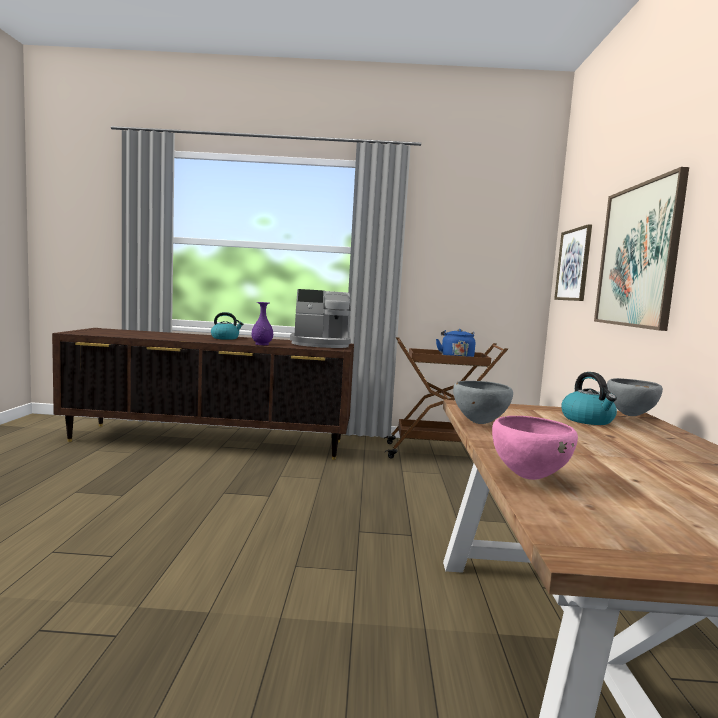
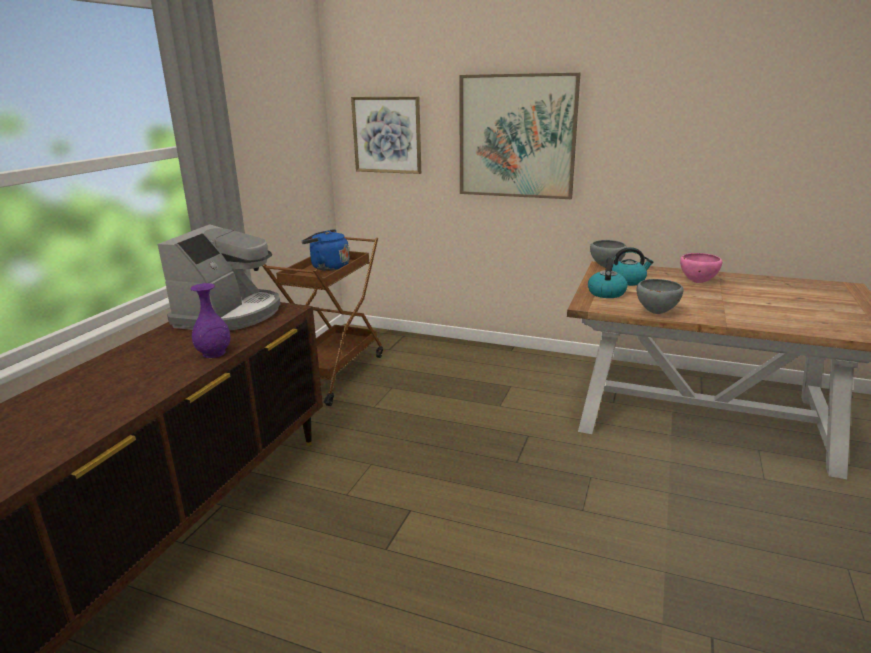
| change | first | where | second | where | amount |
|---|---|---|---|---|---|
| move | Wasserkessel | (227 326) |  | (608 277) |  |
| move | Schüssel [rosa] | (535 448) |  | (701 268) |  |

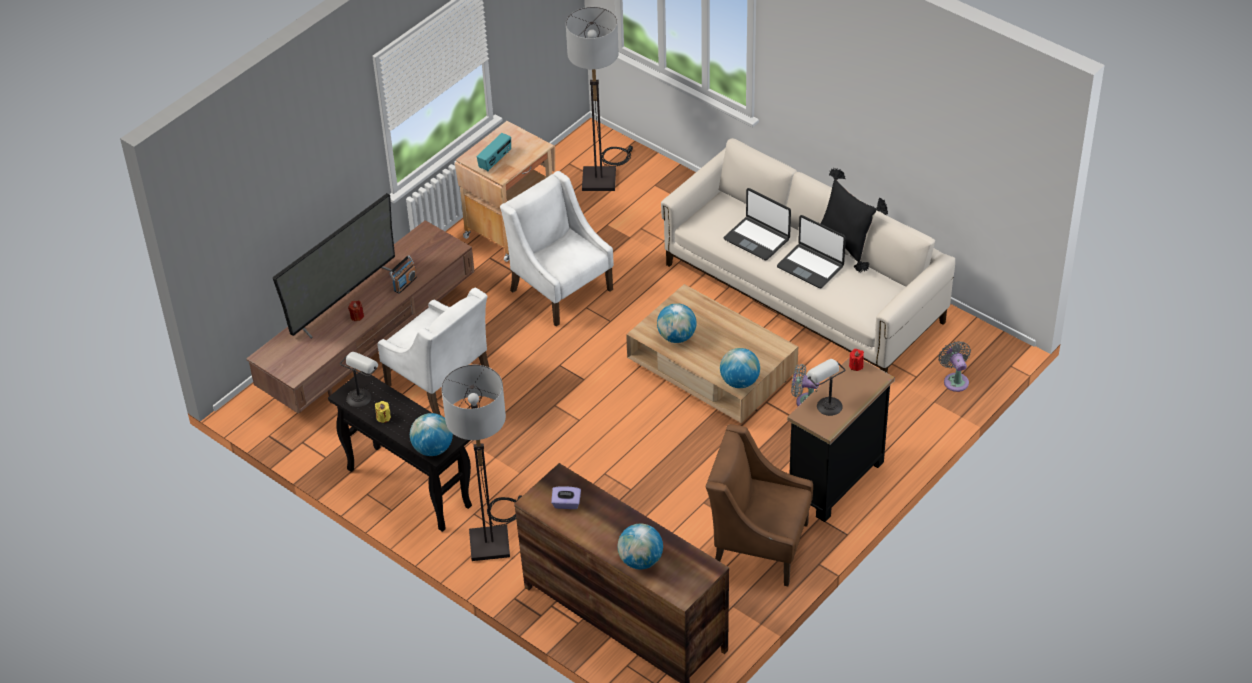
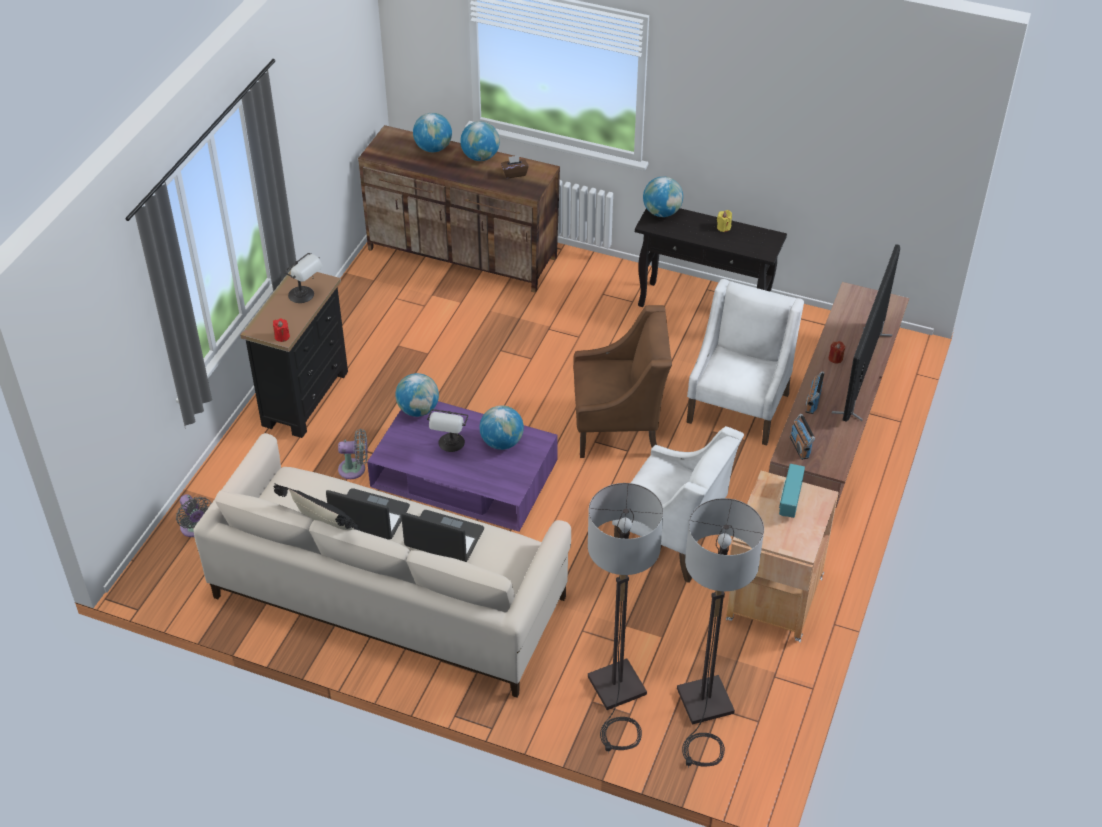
| change | first | where | second | where | amount |
|---|---|---|---|---|---|
| move | Tischlampe | (359 379) |  | (447 430) |  |
| rotate | Sessel [weiß] | (433 351) |  | (745 362) | 90 degrees clockwise |
| move | Stehlampe | (481 463) |  | (625 618) |  |
| recolor | Taschentuchbox [lila] | (566 497) | Taschentuchbox [braun] | (515 167) |  |
| recolor | Couchtisch [braun] | (712 353) | Couchtisch [lila] | (462 466) |  |
| move | Sessel [braun] | (759 505) |  | (622 381) |  |
| insert |  |  | Globus | (480 141) |  |
| insert |  |  | Radio | (802 437) |  |

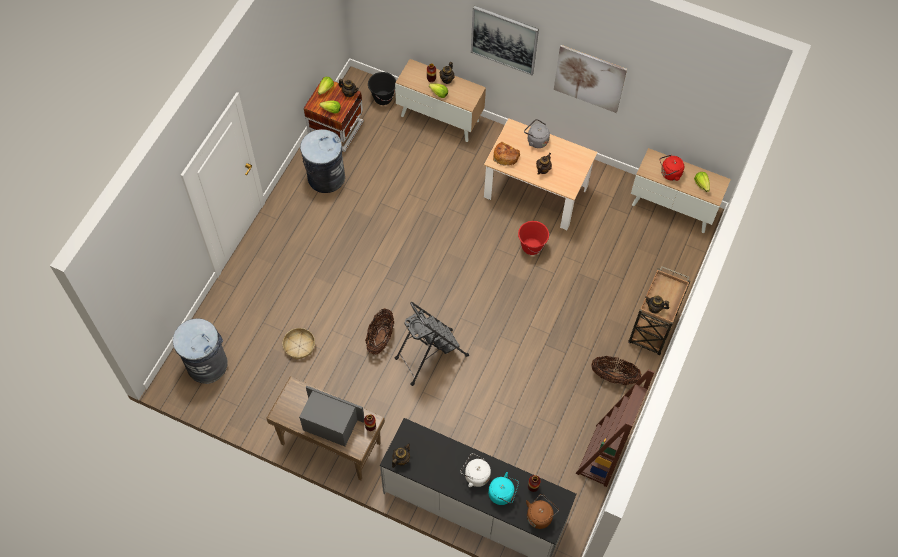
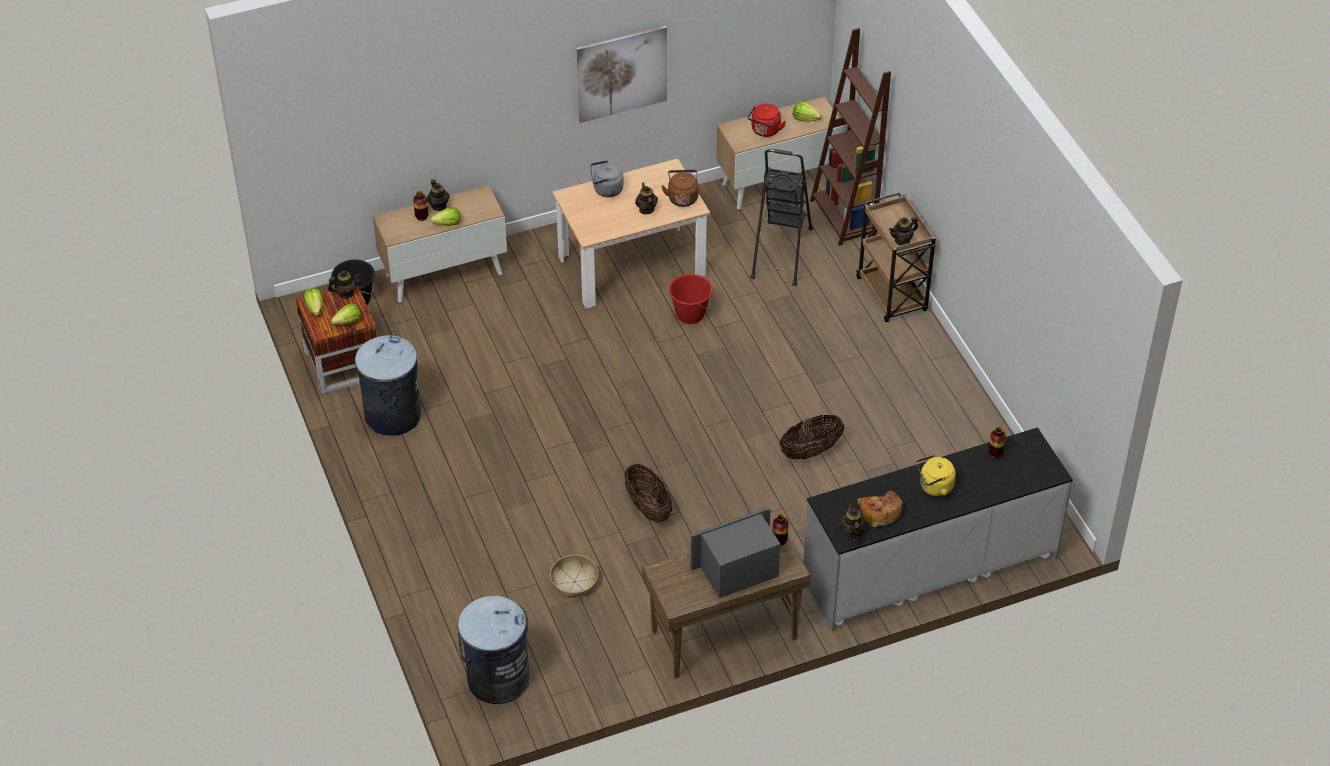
| change | first | where | second | where | amount |
|---|---|---|---|---|---|
| move | Trittleiter | (432 344) |  | (781 217) |  |
| recolor | Wasserkessel [weiß] | (475 470) | Wasserkessel [gelb] | (936 475) |  |
| delete | Bild | (505 40) |  |  |  |
| delete | Wasserkessel [türkis] | (503 488) |  |  |  |
| move | Brot | (506 154) |  | (880 509) |  |
| move | Wasserkessel [braun] | (542 511) |  | (680 188) |  |
| move | Bücherregal [braun] | (615 428) |  | (850 137) |  |
| move | Korb | (616 370) |  | (812 437) |  |

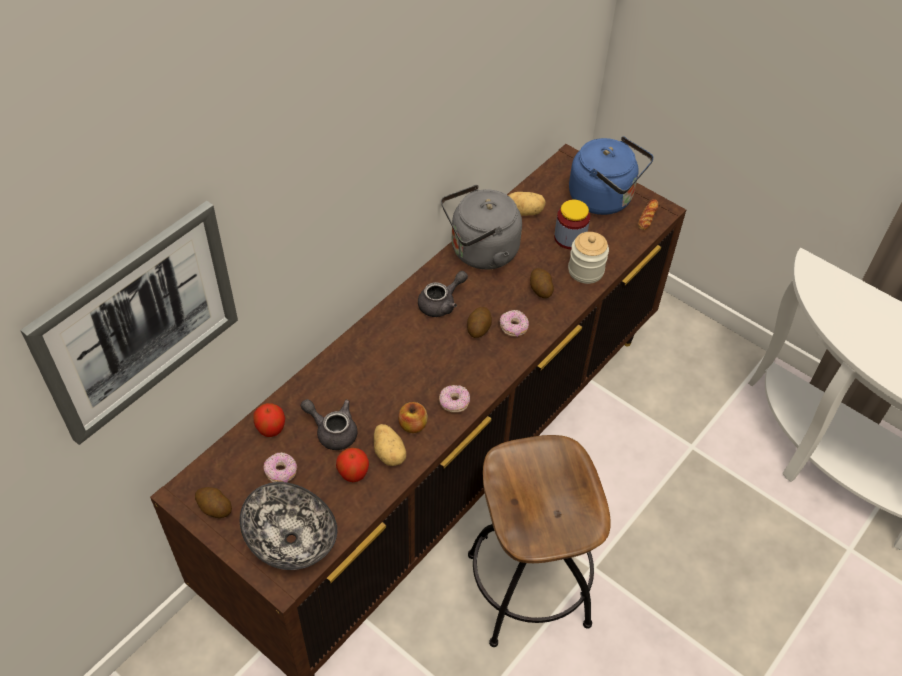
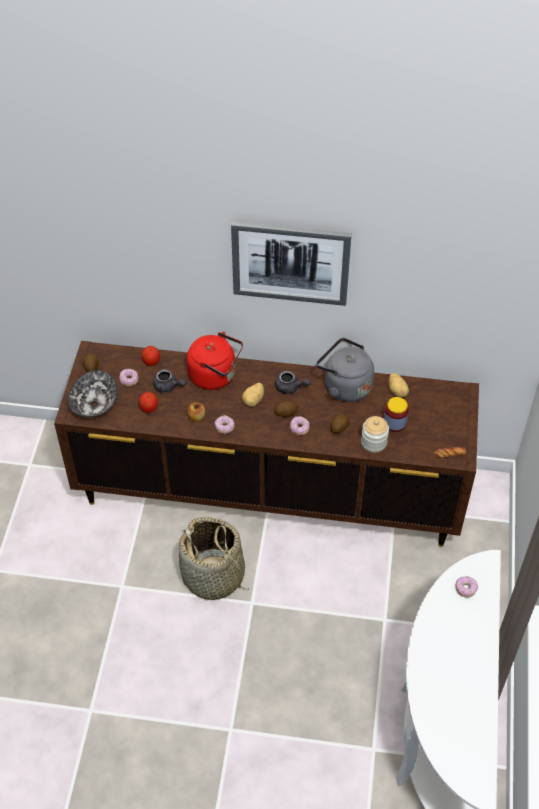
| change | first | where | second | where | amount |
|---|---|---|---|---|---|
| move | Bild | (129 323) |  | (291 264) |  |
| rotate | Teekanne [grau] | (329 424) |  | (169 381) | 120 degrees clockwise |
| move | Kartoffel | (390 445) |  | (253 395) |  |
| replace | Hocker [braun] | (539 541) | Korb | (213 558) |  |
| delete | Wasserkessel [blau] | (611 175) |  |  |  |
| insert |  |  | Wasserkessel [rot] | (215 361) |  |
| insert |  |  | Donut | (466 586) |  |

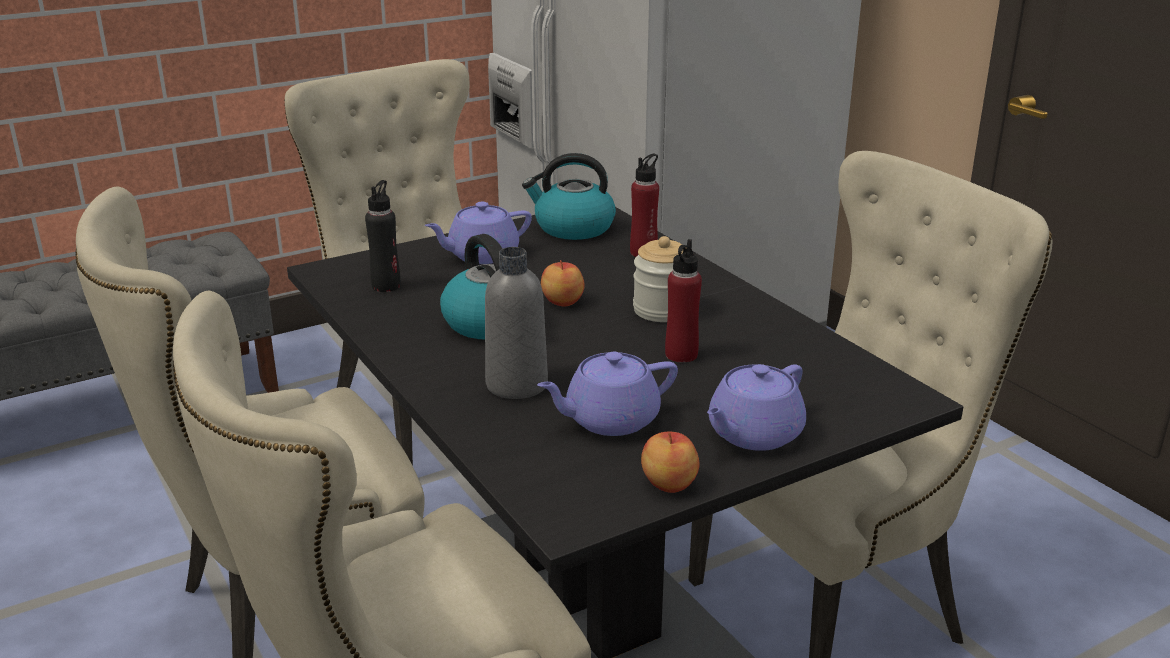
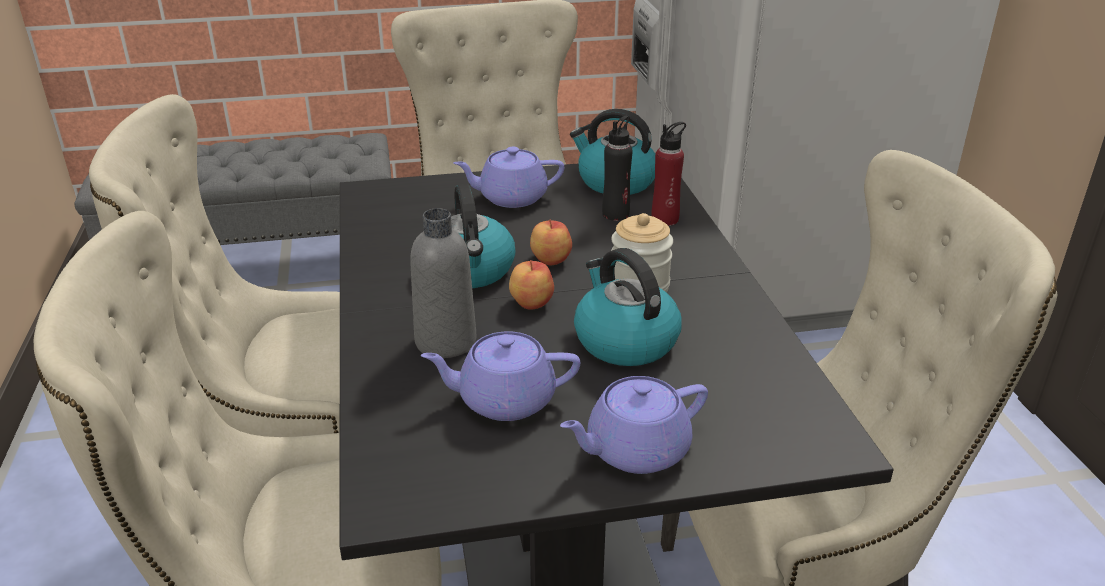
| change | first | where | second | where | amount |
|---|---|---|---|---|---|
| move | Flasche [schwarz] | (383 236) |  | (617 168) |  |
| move | Apfel | (670 462) |  | (531 285) |  |
| replace | Flasche [rot] | (683 301) | Wasserkessel | (627 307) |  |

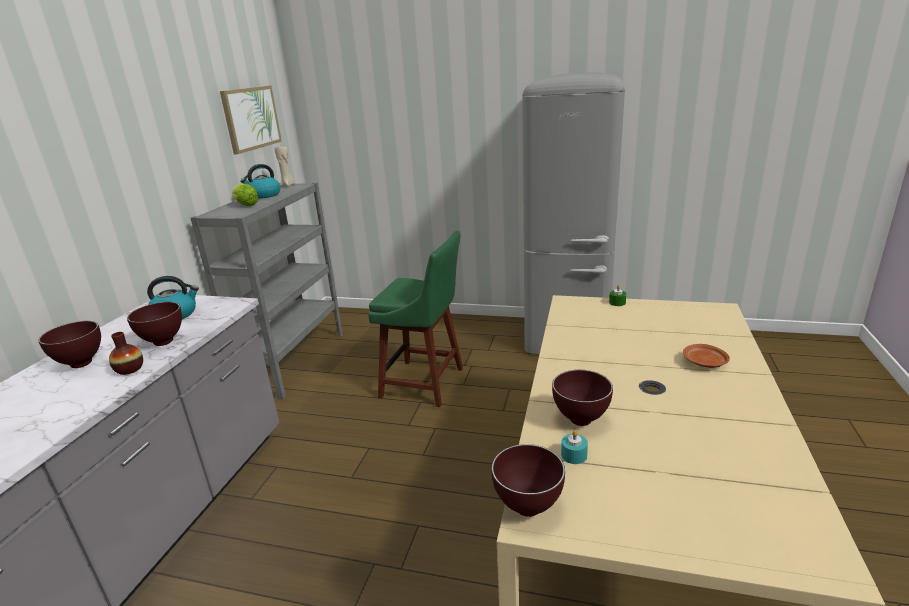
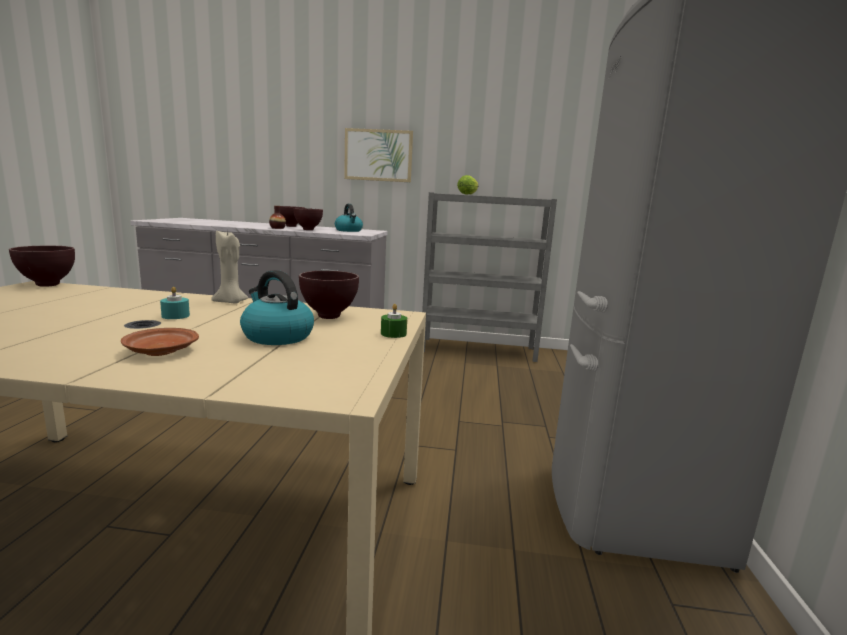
| change | first | where | second | where | amount |
|---|---|---|---|---|---|
| move | Bild | (251 119) |  | (378 155) |  |
| move | Wasserkessel | (260 181) |  | (277 307) |  |
| move | Kerze [beige] | (284 166) |  | (229 266) |  |
| delete | Stuhl [grün] | (416 319) |  |  |  |
| move | Schüssel [braun] | (582 398) |  | (329 295) |  |
| move | Kerze [türkis] | (574 447) |  | (175 303) |  |

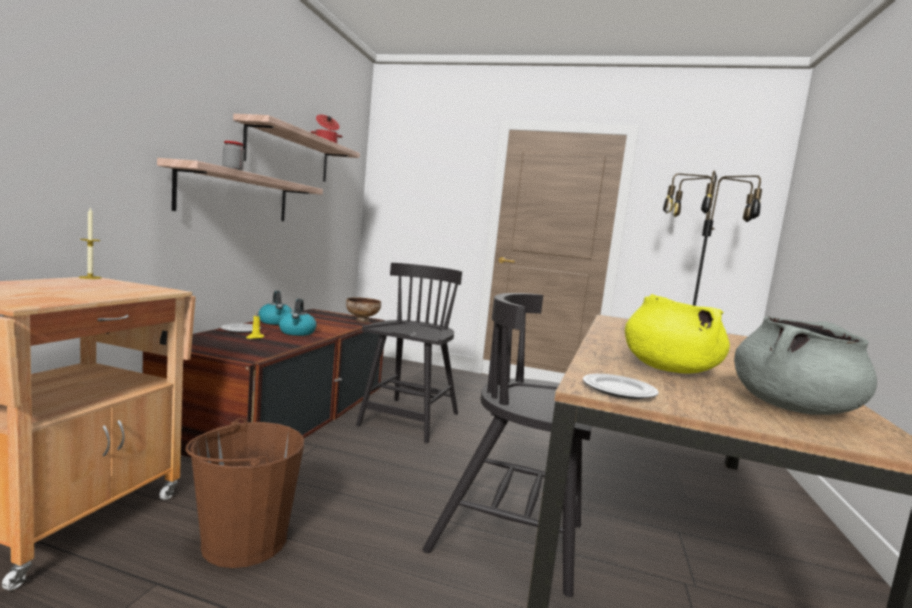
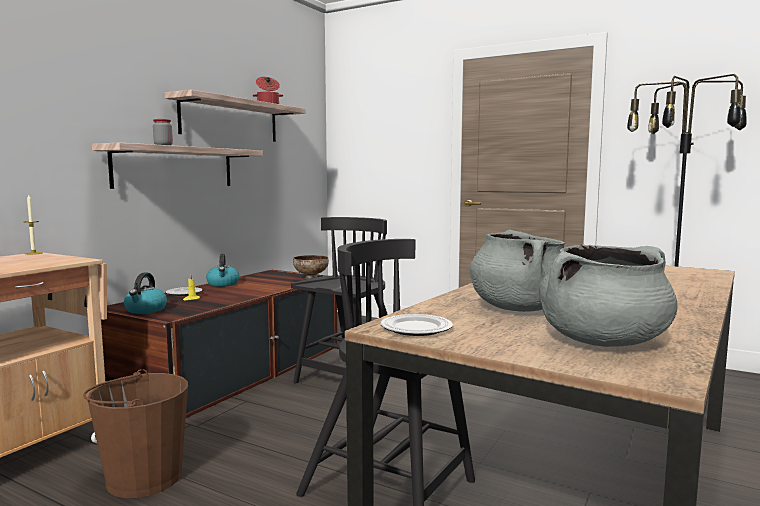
| change | first | where | second | where | amount |
|---|---|---|---|---|---|
| move | Wasserkessel | (298 317) |  | (145 293) |  |
| recolor | Kochtopf [gelb] | (677 333) | Kochtopf [grau] | (517 271) |  |

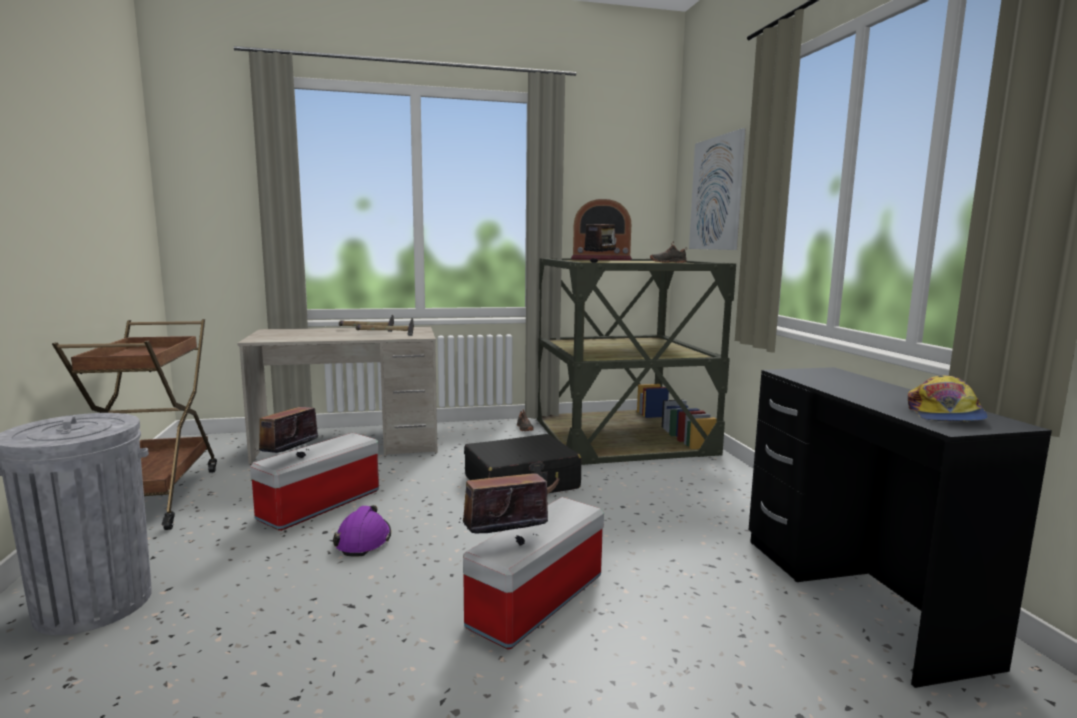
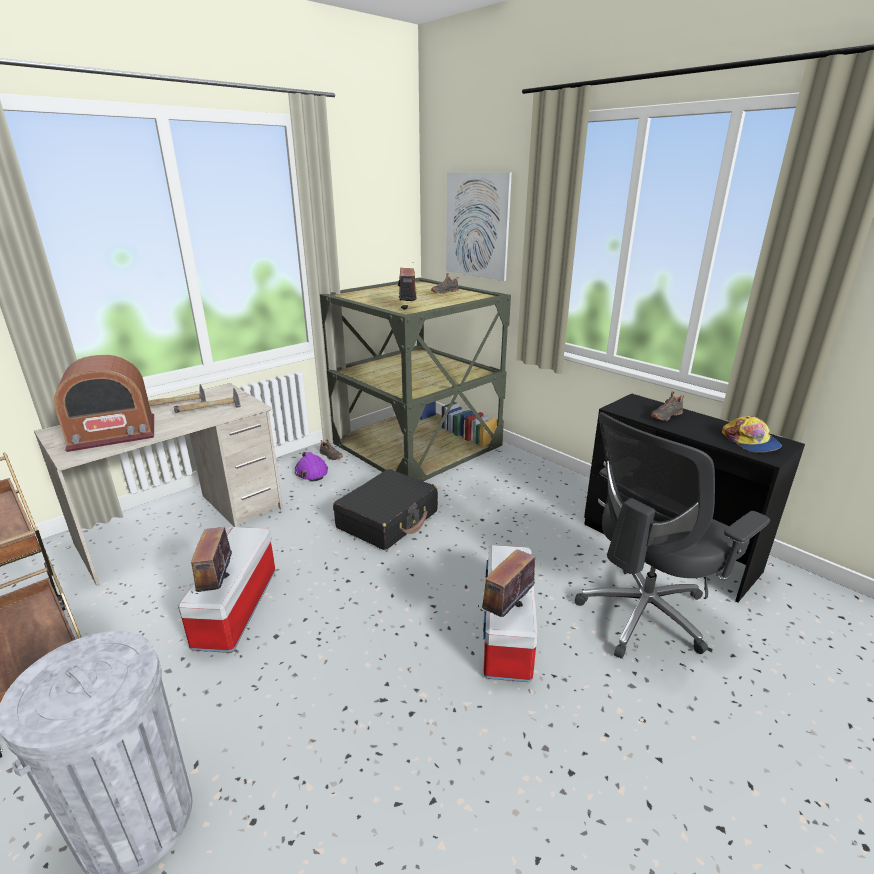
| change | first | where | second | where | amount |
|---|---|---|---|---|---|
| move | Schutzhelm [lila] | (362 531) |  | (311 467) |  |
| move | Radio | (601 230) |  | (104 403) |  |
| insert |  |  | Bürostuhl | (672 535) |  |
| insert |  |  | Schuh [schwarz] | (667 406) |  |

